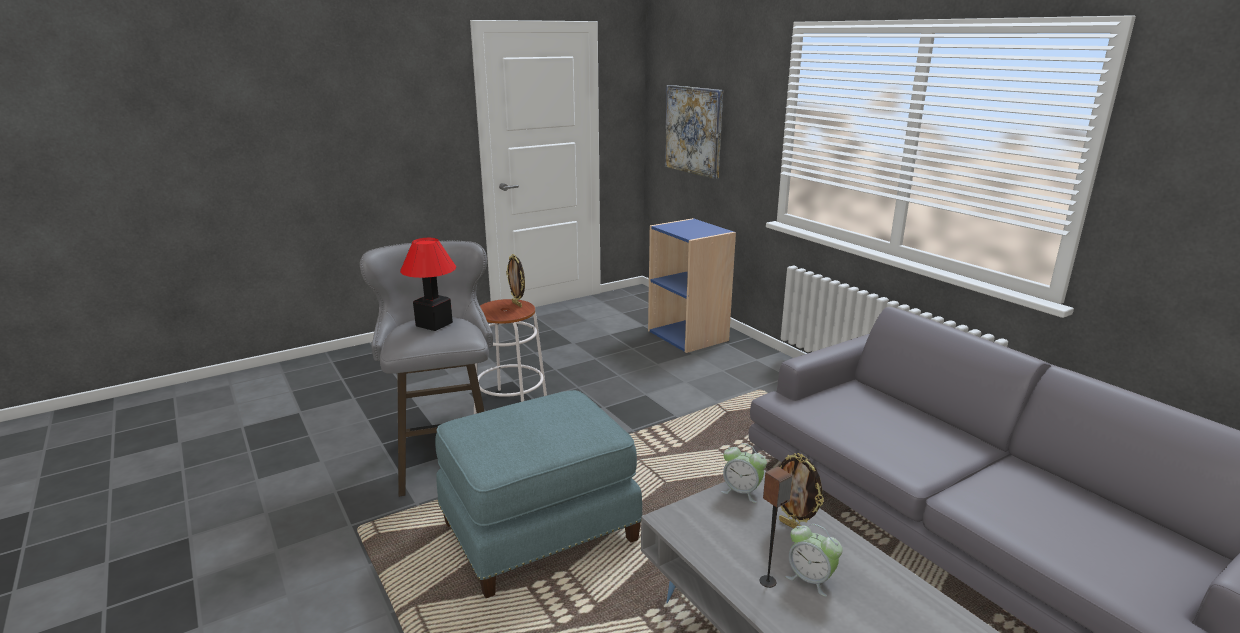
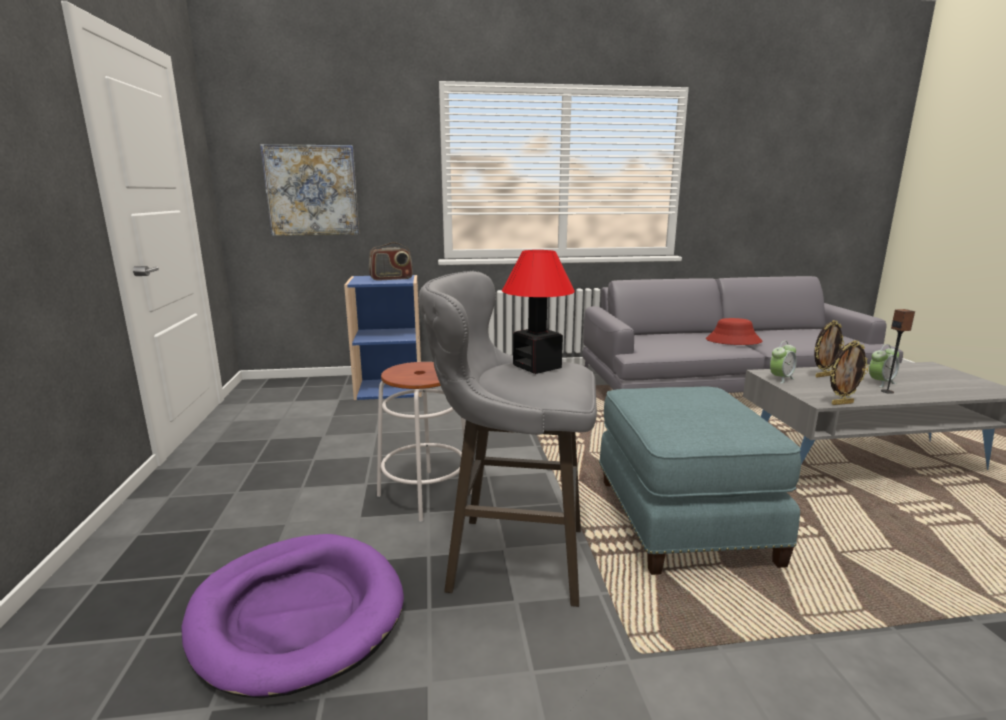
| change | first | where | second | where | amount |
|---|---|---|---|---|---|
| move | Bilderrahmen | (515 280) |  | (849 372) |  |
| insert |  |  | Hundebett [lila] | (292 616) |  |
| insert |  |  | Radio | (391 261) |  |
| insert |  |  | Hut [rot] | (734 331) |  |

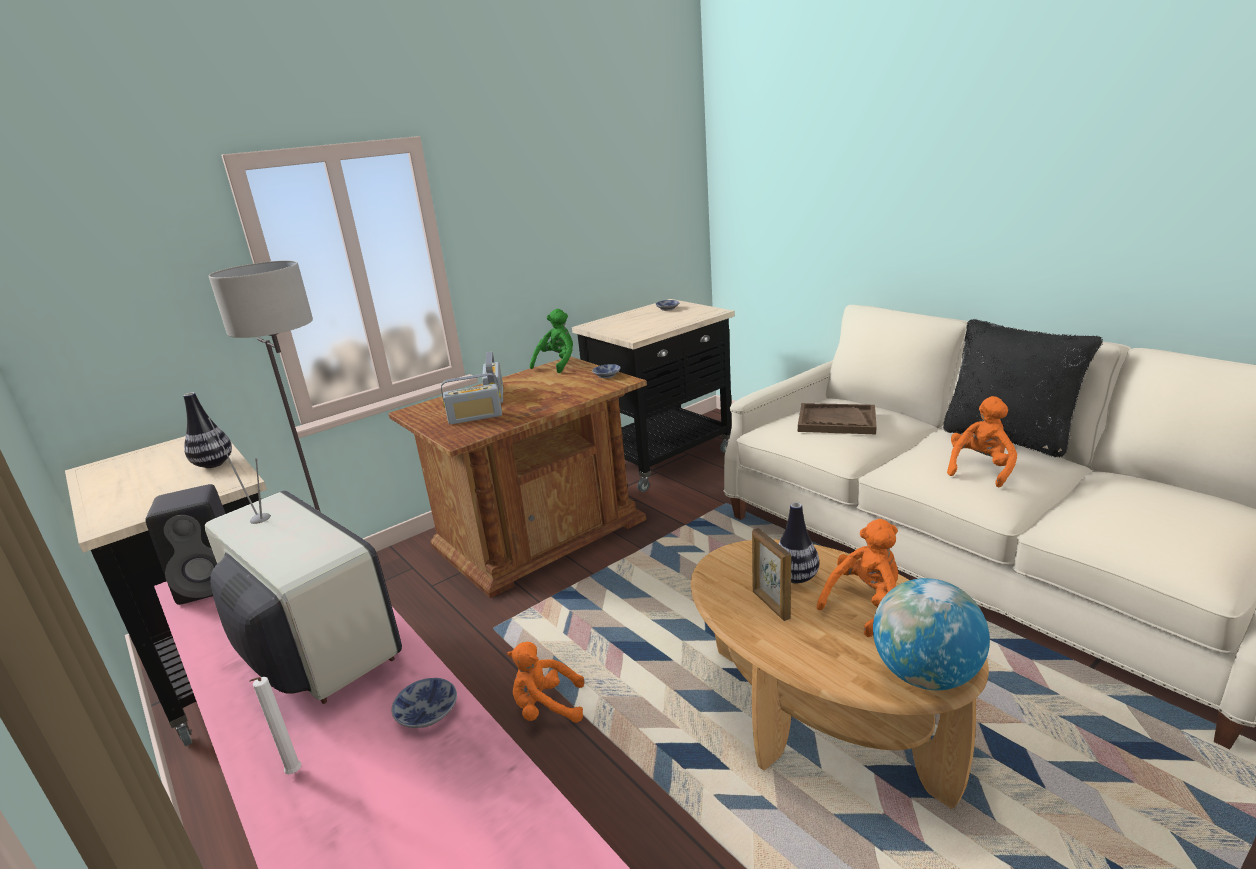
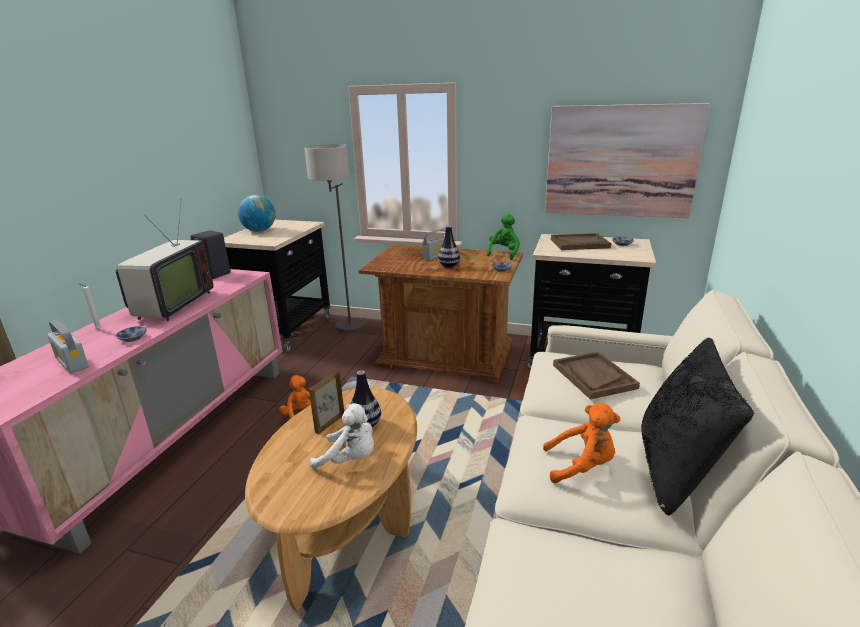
| change | first | where | second | where | amount |
|---|---|---|---|---|---|
| move | Vase | (207 430) |  | (449 247) |  |
| move | Radio | (471 399) |  | (68 346) |  |
| rotate | Plüschtier [grün] | (551 341) |  | (503 237) | 60 degrees counterclockwise |
| recolor | Plüschtier [orange] | (857 578) | Plüschtier [weiß] | (342 436) |  |
| move | Globus | (931 634) |  | (257 213) |  |
| insert |  |  | Bild | (627 160) |  |
| insert |  |  | Tablett [braun] | (581 241) |  |

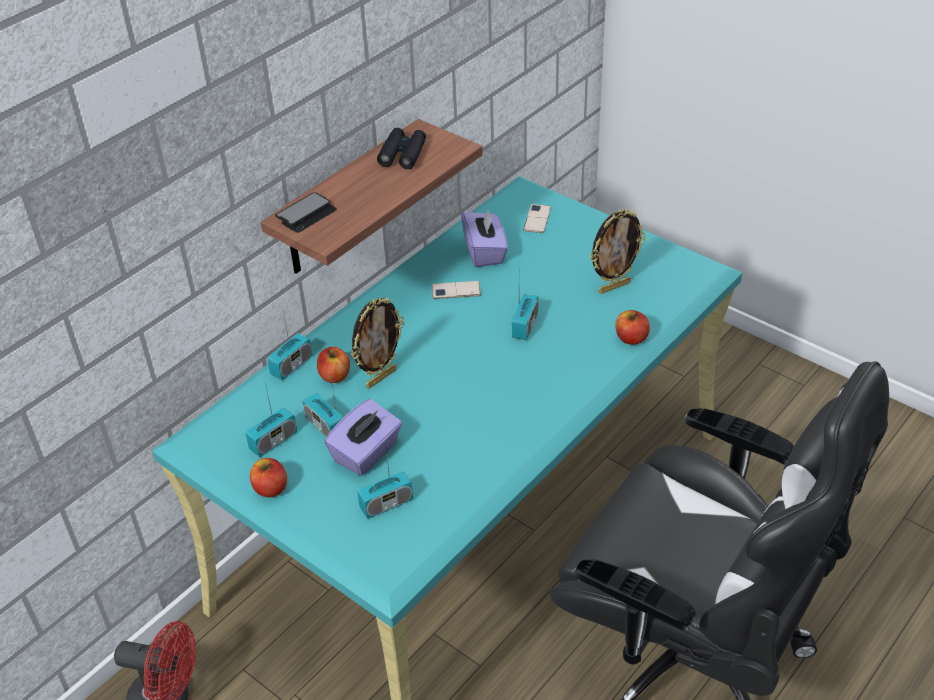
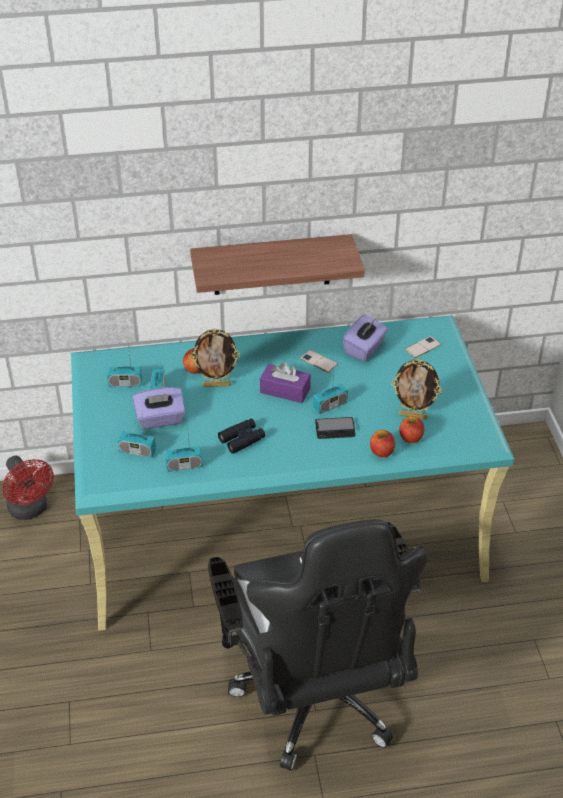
| change | first | where | second | where | amount |
|---|---|---|---|---|---|
| move | Apfel | (268 477) |  | (411 429) |  |
| move | Radio | (290 343) |  | (184 447) |  |
| move | Handy | (306 212) |  | (335 428) |  |
| move | Fernglas [schwarz] | (401 148) |  | (241 436) |  |
| insert |  |  | Taschentuchbox [lila] | (285 382) |  |

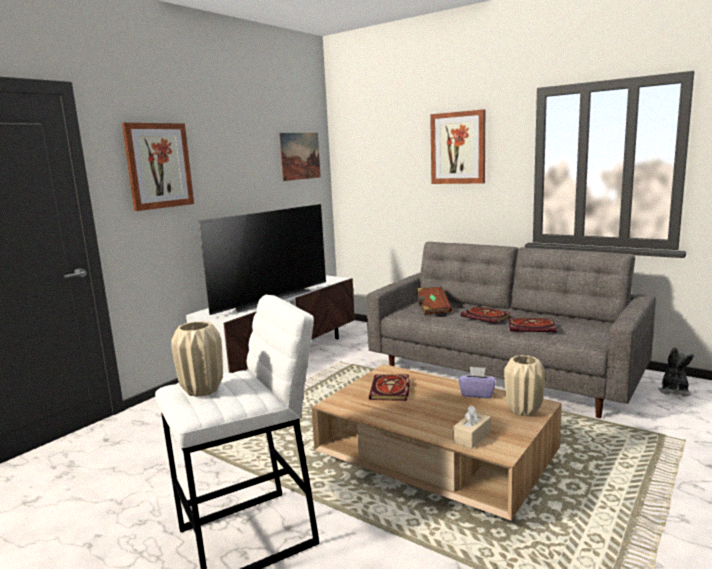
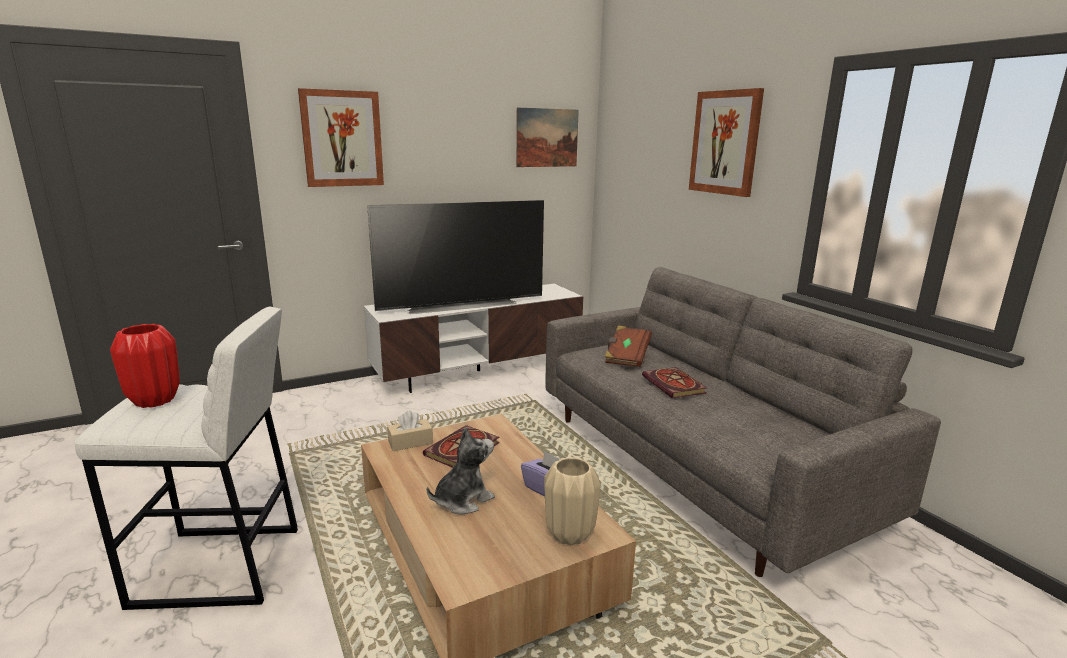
| change | first | where | second | where | amount |
|---|---|---|---|---|---|
| recolor | Vase [beige] | (197 359) | Vase [rot] | (145 366) |  |
| move | Taschentuchbox [beige] | (472 427) |  | (410 430) |  |
| delete | Buch | (533 325) |  |  |  |
| move | Plüschtier | (676 372) |  | (461 470) |  |

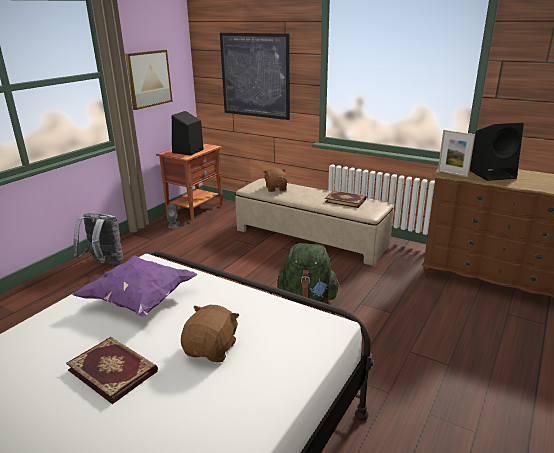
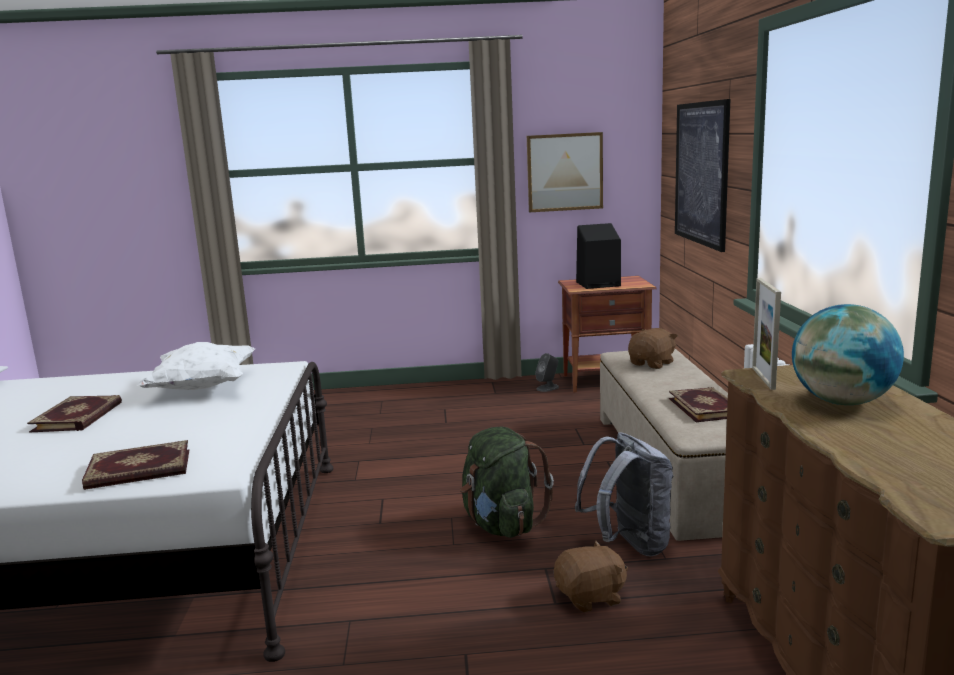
| change | first | where | second | where | amount |
|---|---|---|---|---|---|
| recolor | Kissen [lila] | (134 286) | Kissen [weiß] | (196 366) |  |
| move | Rucksack [grau] | (98 238) |  | (624 494) |  |
| move | Plüschtier [braun] | (210 333) |  | (591 577) |  |
| replace | Lautsprecher [schwarz] | (497 152) | Globus | (848 354) |  |
| insert |  |  | Buch | (135 465) |  |

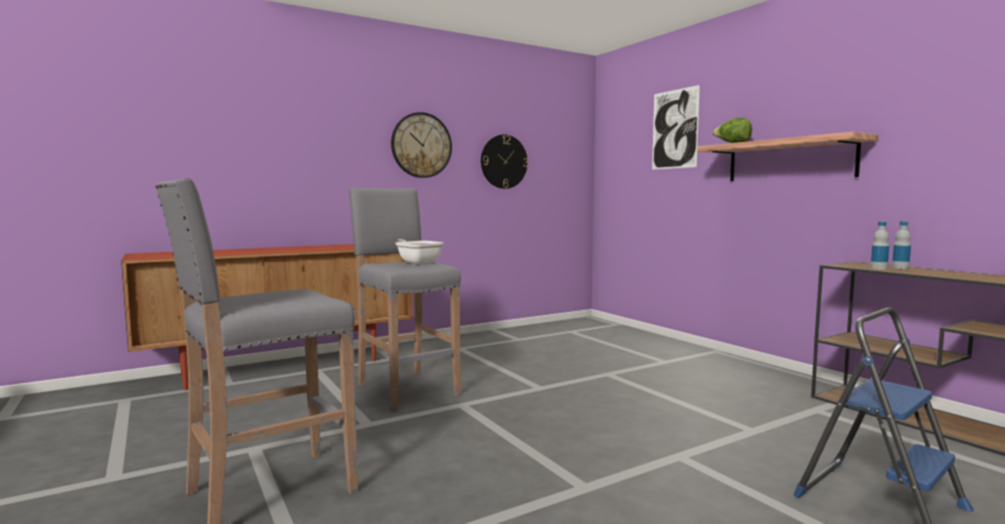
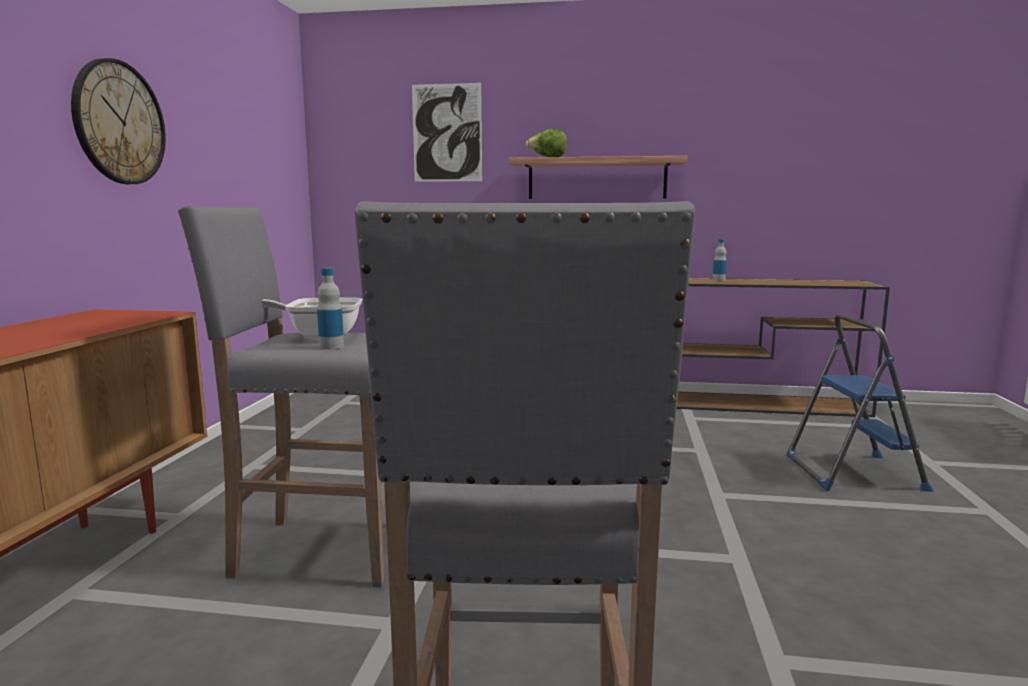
| change | first | where | second | where | amount |
|---|---|---|---|---|---|
| delete | Wanduhr | (504 161) |  |  |  |
| move | Flasche | (880 245) |  | (330 309) |  |

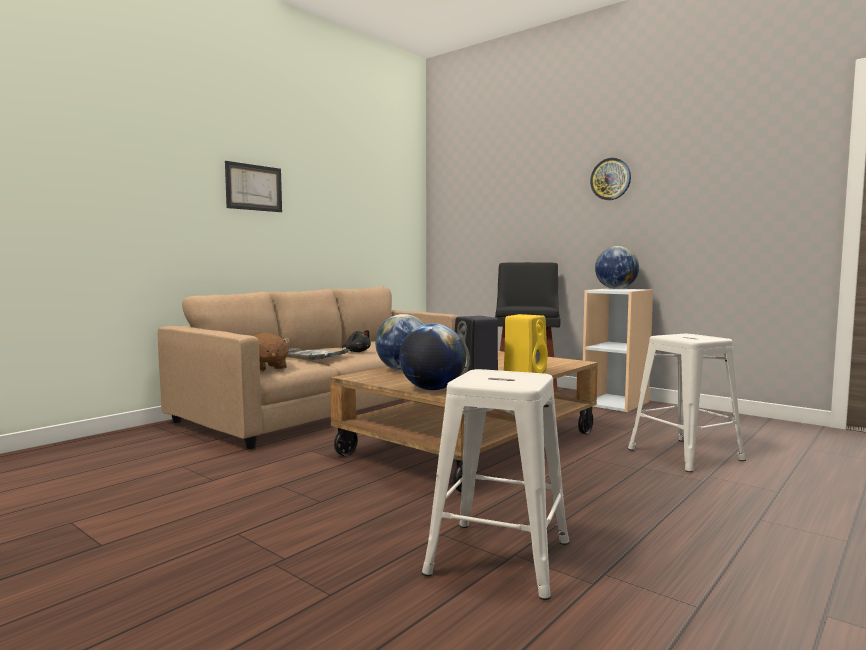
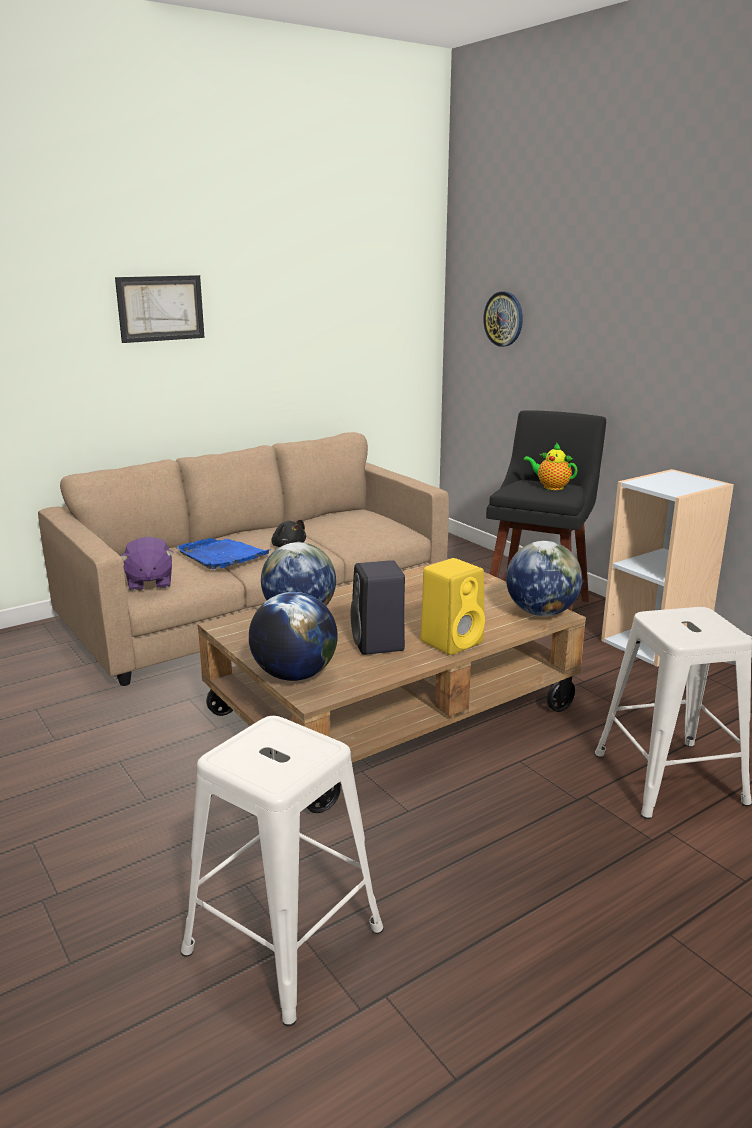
| change | first | where | second | where | amount |
|---|---|---|---|---|---|
| recolor | Plüschtier [braun] | (272 352) | Plüschtier [lila] | (147 564) |  |
| recolor | Tablett [grau] | (319 354) | Tablett [blau] | (223 553) |  |
| move | Wanduhr | (610 179) |  | (503 319) |  |
| move | Globus | (617 267) |  | (544 578) |  |
| insert |  |  | Teekanne | (550 466) |  |

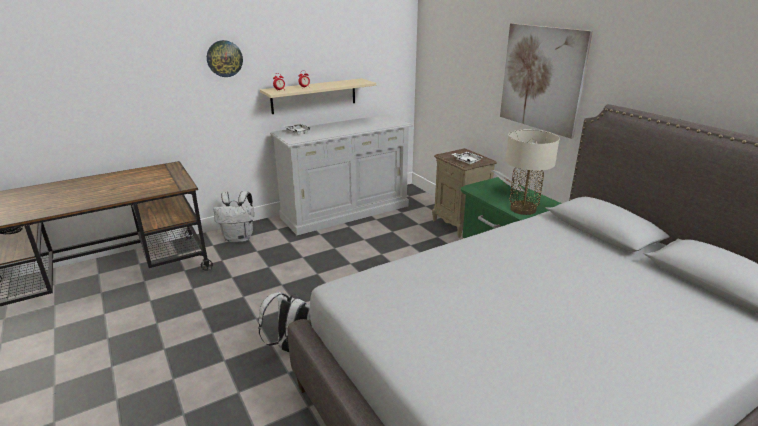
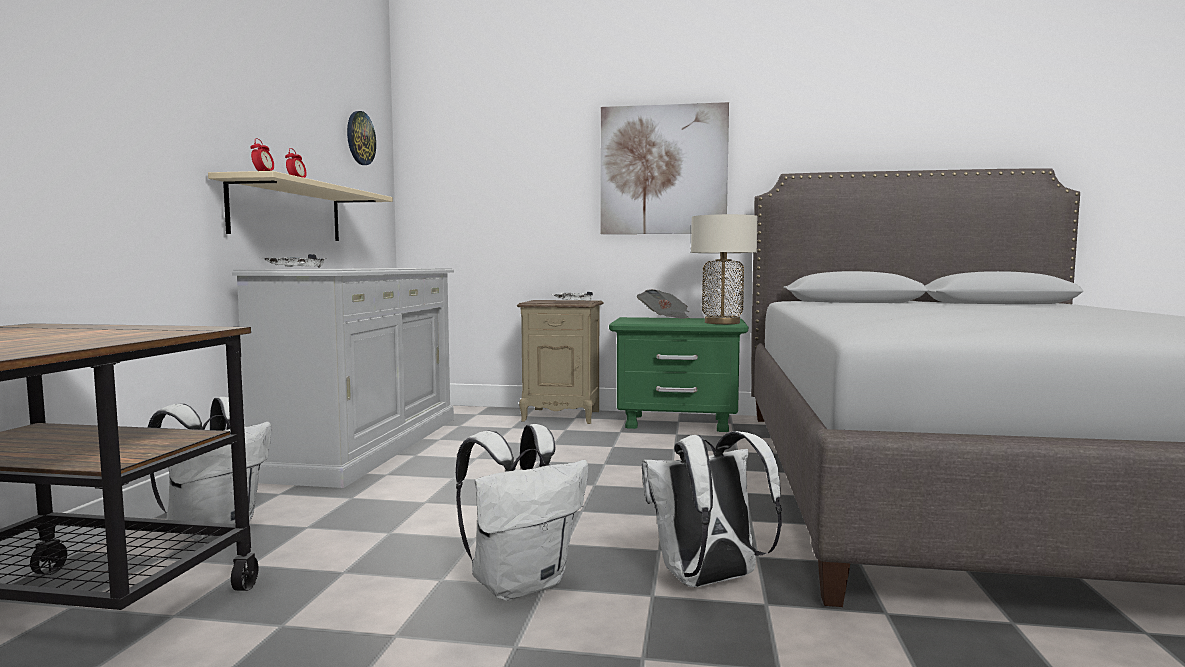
| change | first | where | second | where | amount |
|---|---|---|---|---|---|
| move | Wanduhr | (225 58) |  | (361 138) |  |
| insert |  |  | Rucksack [weiß] | (522 512) |  |

